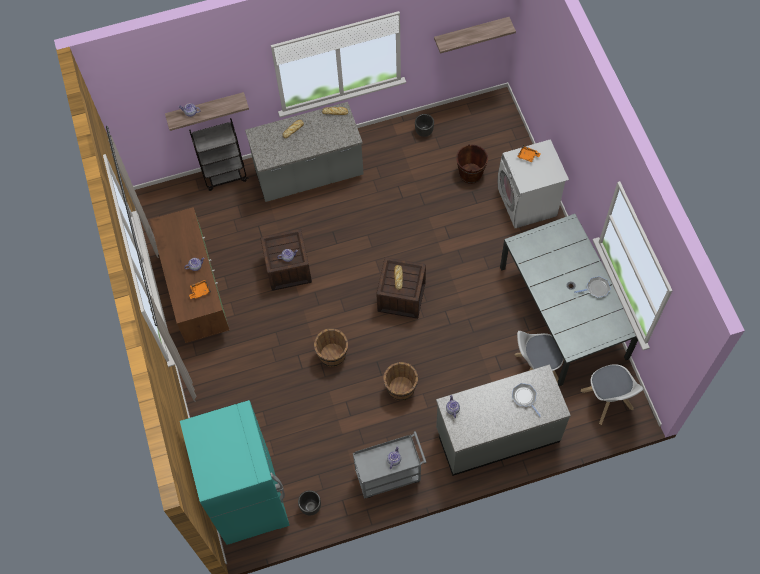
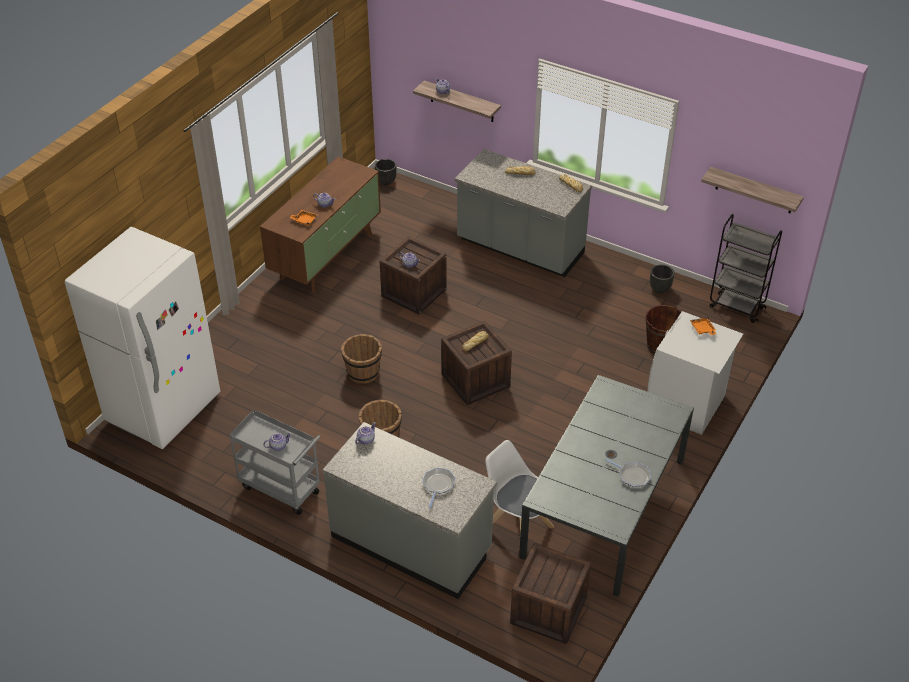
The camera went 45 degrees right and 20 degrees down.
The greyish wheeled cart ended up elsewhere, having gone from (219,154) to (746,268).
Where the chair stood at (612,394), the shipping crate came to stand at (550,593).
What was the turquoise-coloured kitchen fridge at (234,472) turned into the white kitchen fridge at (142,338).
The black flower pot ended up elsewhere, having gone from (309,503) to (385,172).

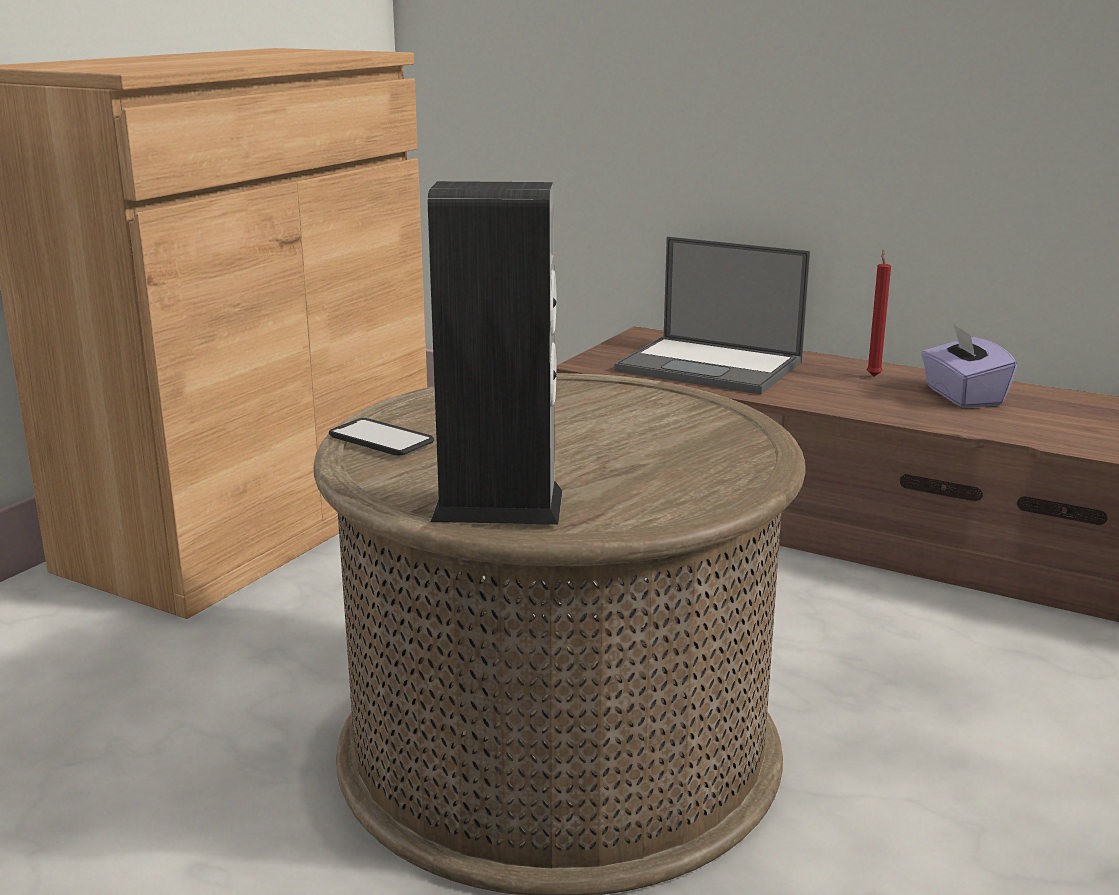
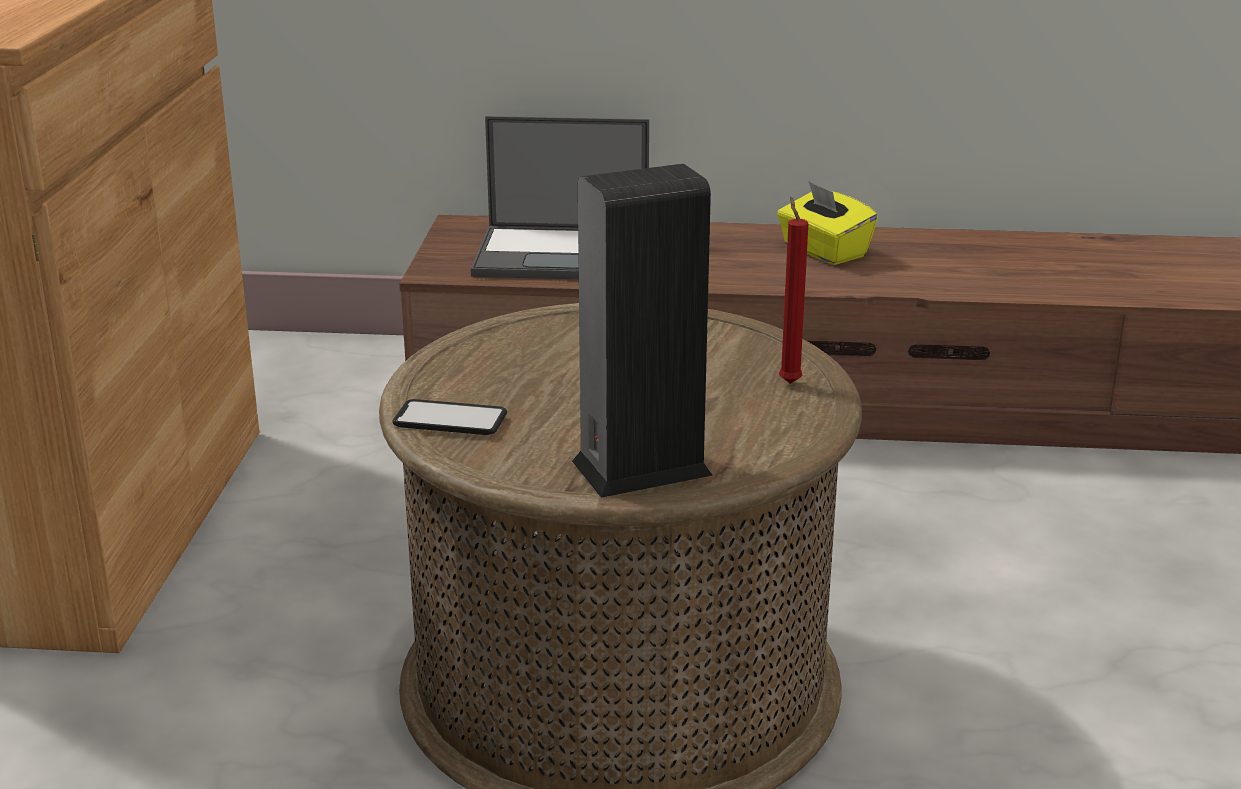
The camera went 25 degrees left and 5 degrees up.
The reddish wax candle ended up elsewhere, having gone from (878,313) to (793,290).
What was the purple tissue box at (969,366) turned into the yellow-coloured tissue box at (827,223).

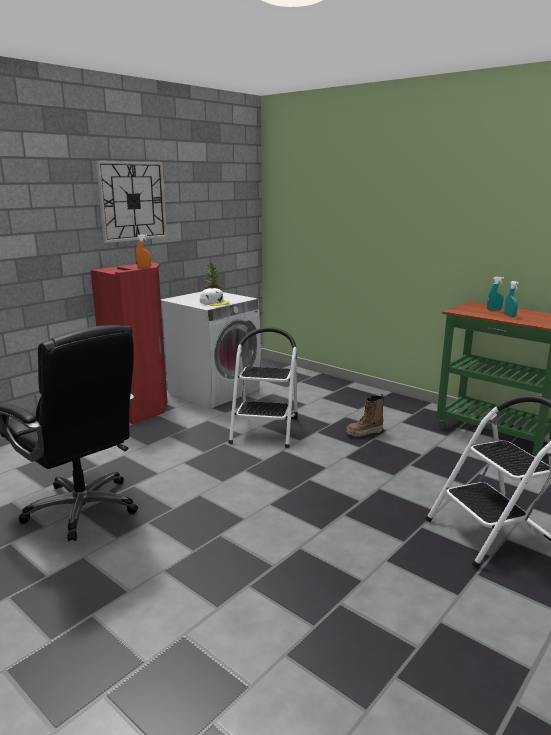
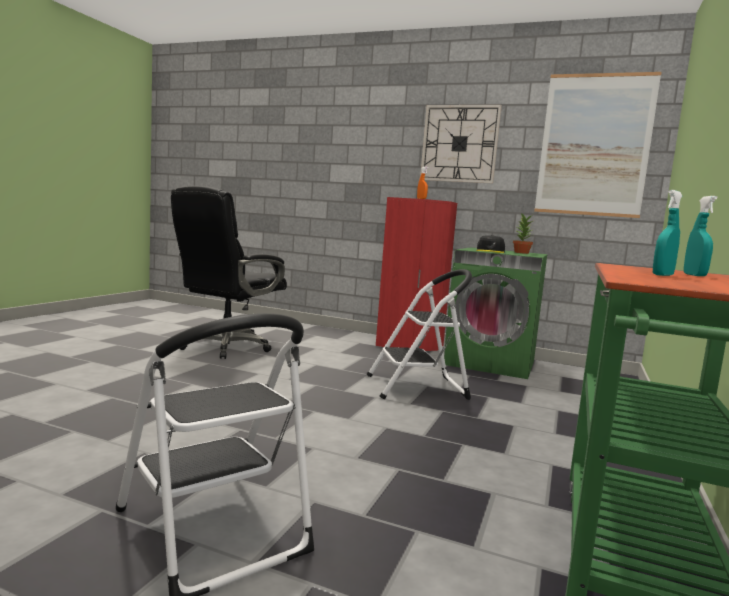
The camera went 70 degrees right and 10 degrees down.
What was the white peaked cap at (215,297) turned into the black peaked cap at (490,244).
What was the white laundry machine at (211,350) turned into the greenish laundry machine at (496,313).
The second view lost the tall boot at (365,415).
The second view gained the wall art at (597,145).

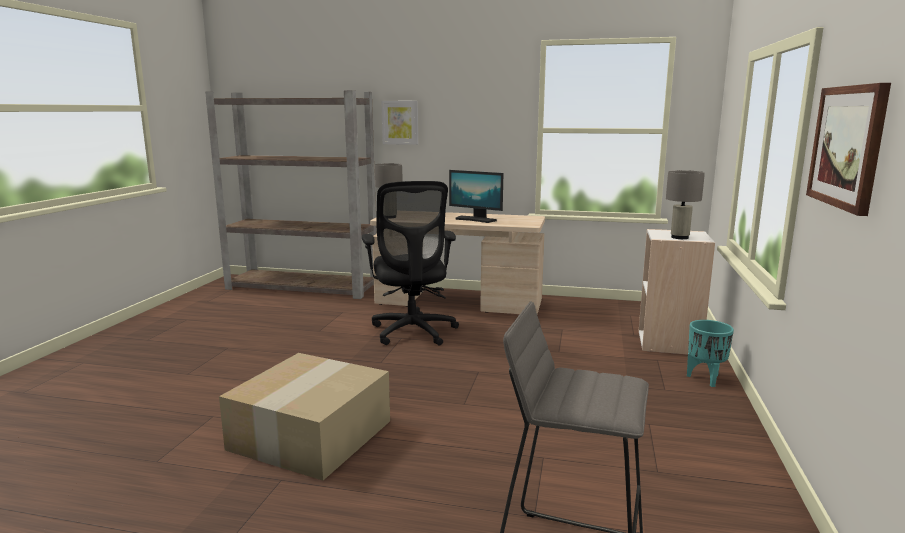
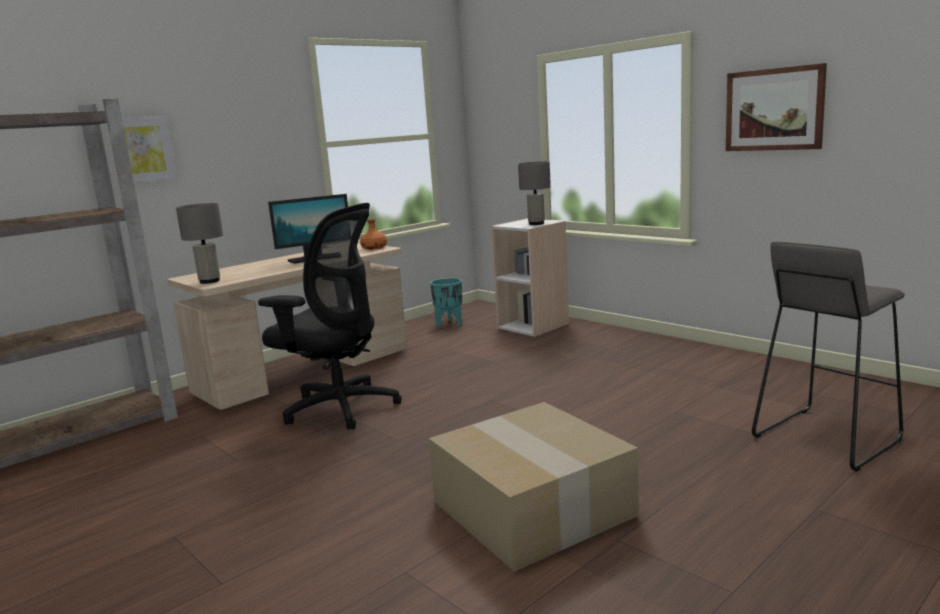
The camera went 55 degrees left and 0 degrees up.
The turquoise-coloured flower pot ended up elsewhere, having gone from (710,353) to (446,302).
The second view gained the orange-coloured bottle at (373,234).

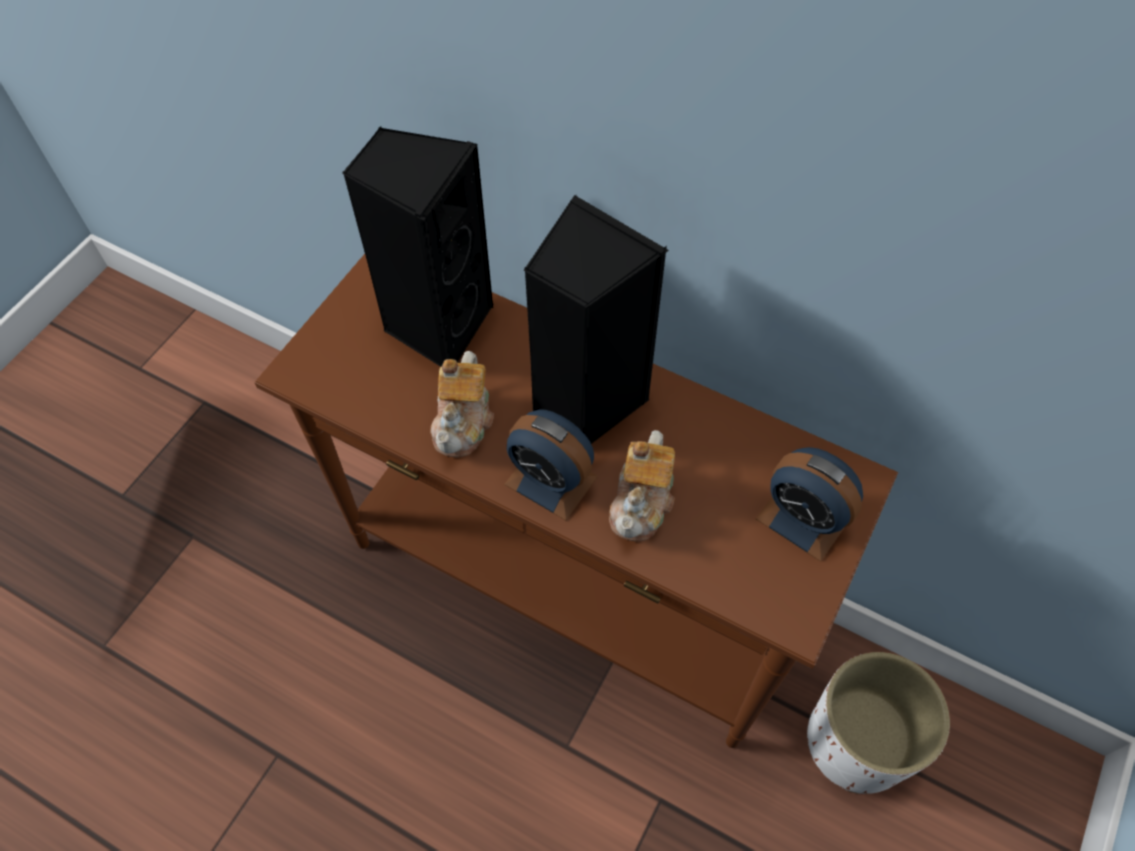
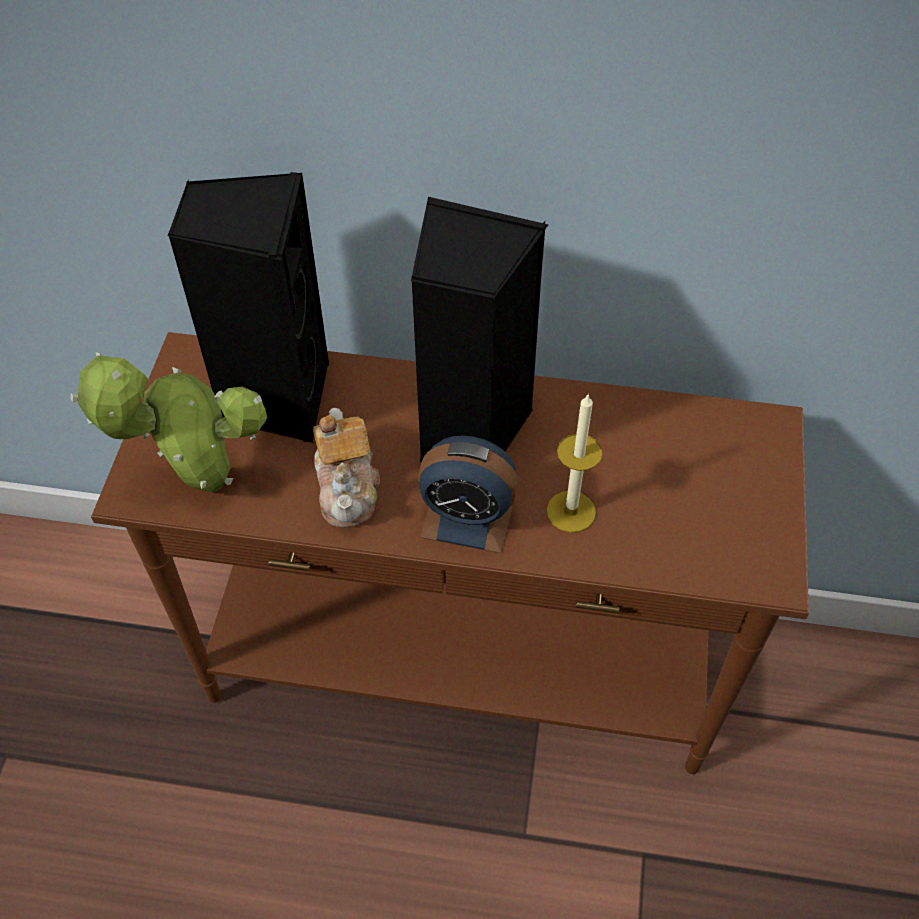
The camera went 20 degrees left and 5 degrees down.
Where the pot for tea stood at (642,485), the wax candle came to stand at (574,463).
The second view lost the bedside clock at (809,504).
The second view lost the white flower pot at (878,723).
The second view gained the houseplant at (169,422).

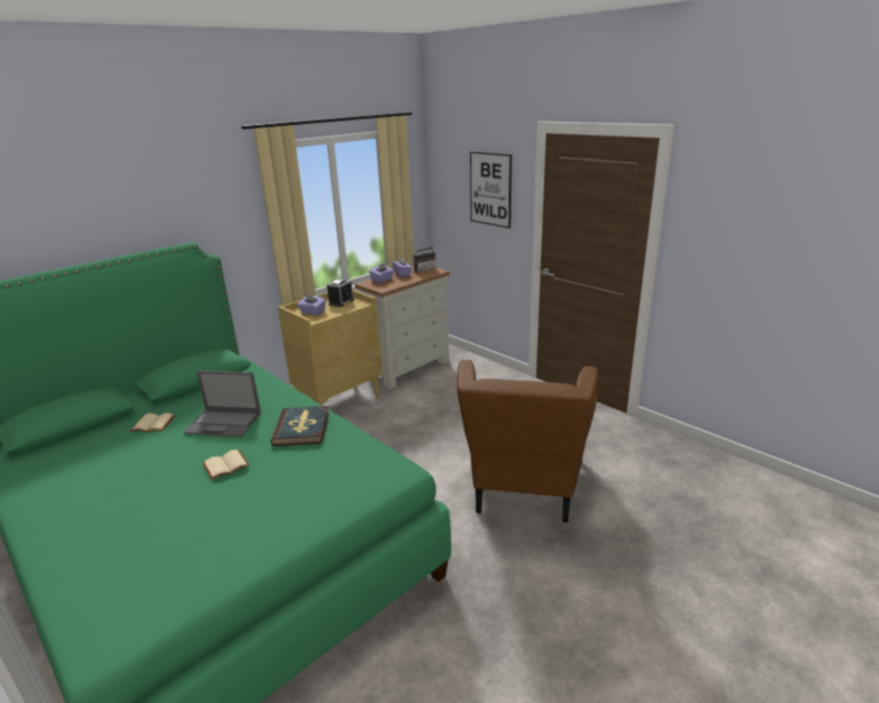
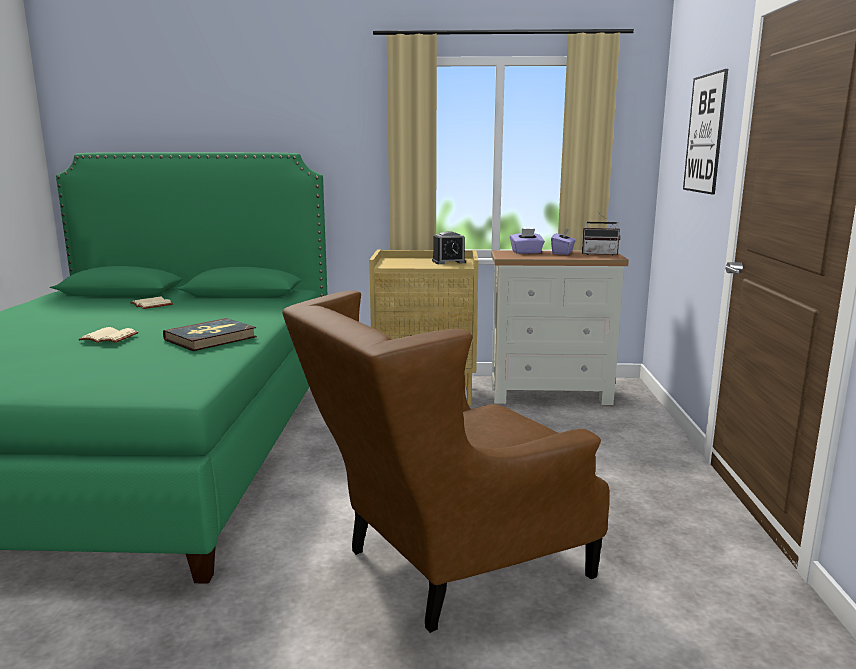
The camera went 45 degrees right and 10 degrees down.
The second view lost the purple tissue box at (311,304).
The second view lost the laptop at (222,404).

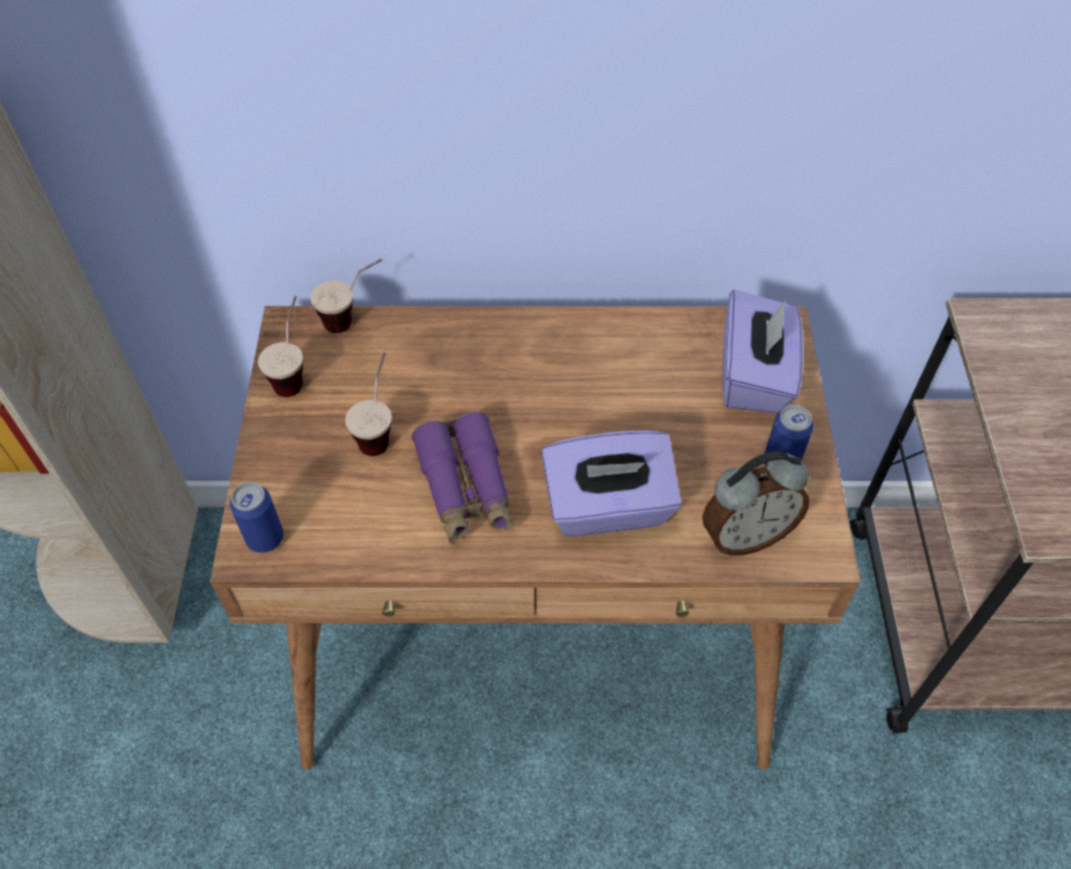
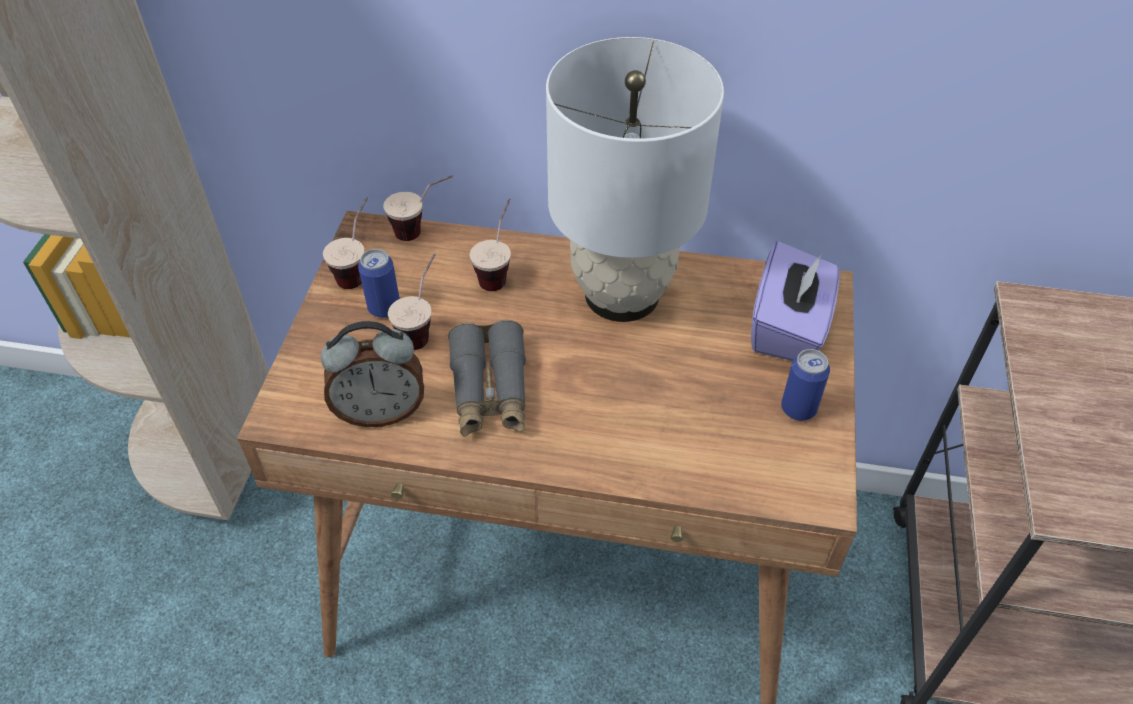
The camera went 10 degrees right and 5 degrees down.
What was the purple field glasses at (463,477) turned into the greyish field glasses at (487,378).
The second view lost the purple tissue box at (611,483).
The bedside clock ended up elsewhere, having gone from (755,503) to (372,374).
The sealed can ended up elsewhere, having gone from (257,517) to (379,283).
The second view gained the white table lamp at (635,179).
The second view gained the small cup at (490,244).

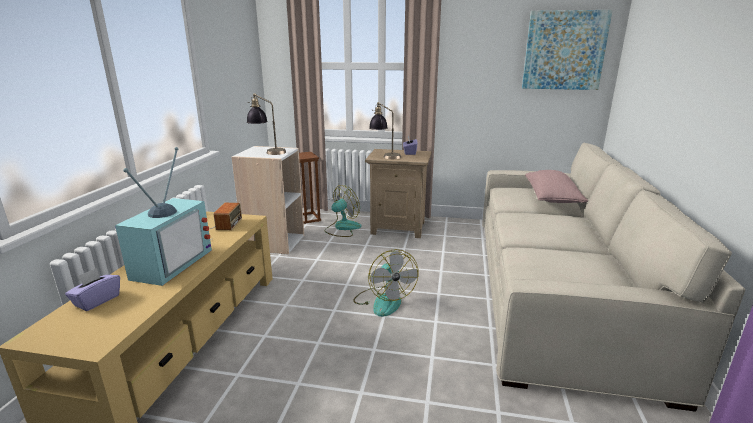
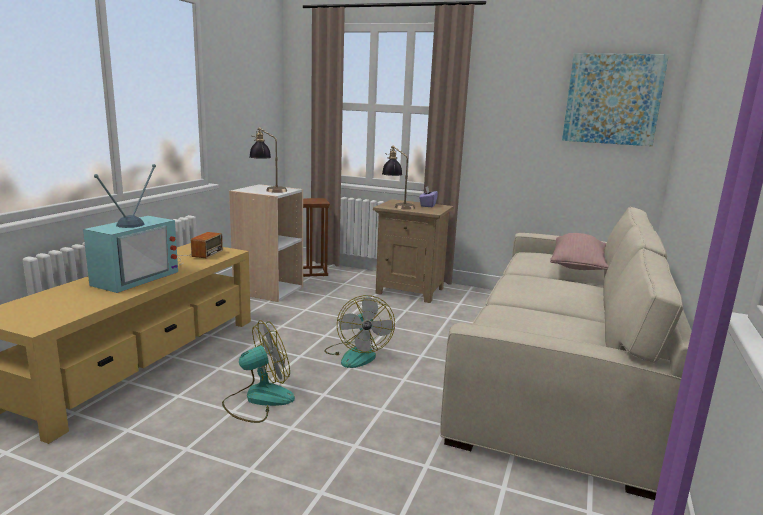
The camera went 10 degrees right and 5 degrees down.
The fan ended up elsewhere, having gone from (343,211) to (258,371).
The second view lost the purple tissue box at (92,289).

